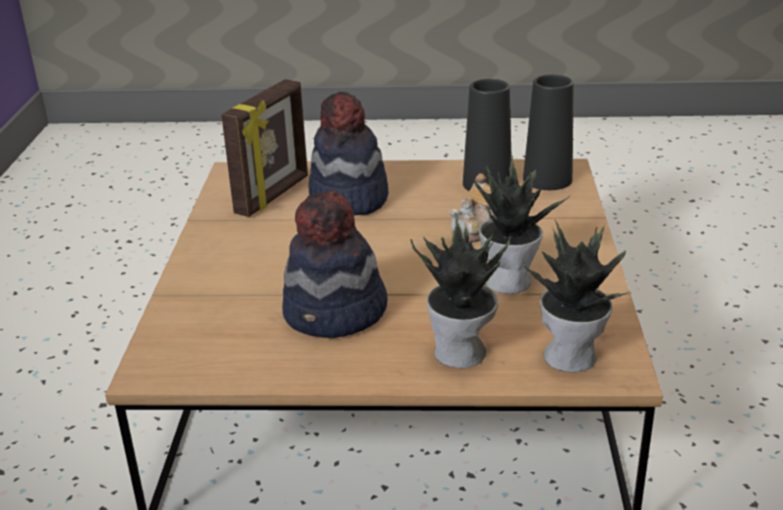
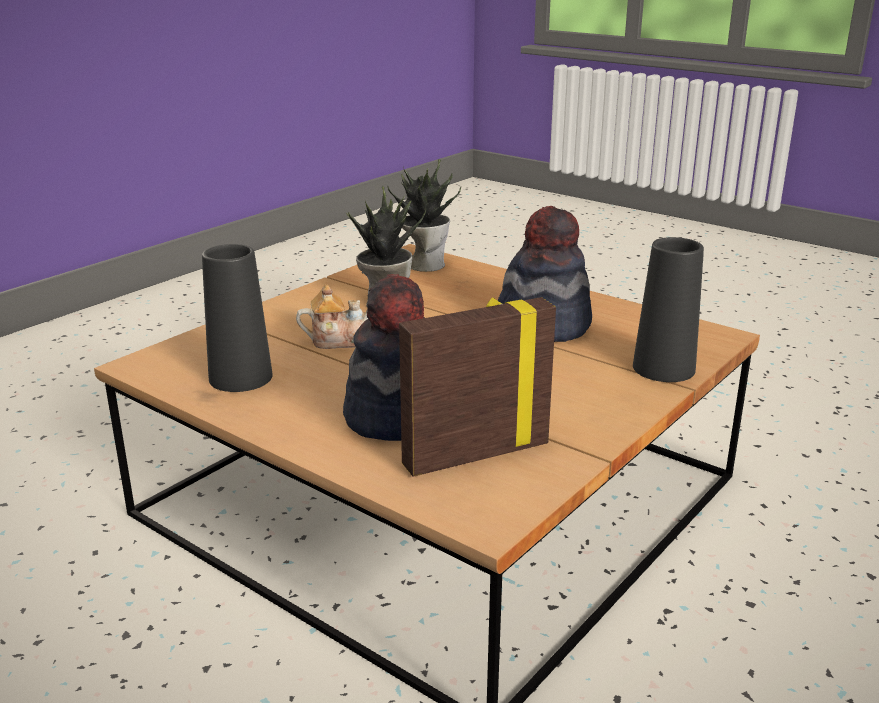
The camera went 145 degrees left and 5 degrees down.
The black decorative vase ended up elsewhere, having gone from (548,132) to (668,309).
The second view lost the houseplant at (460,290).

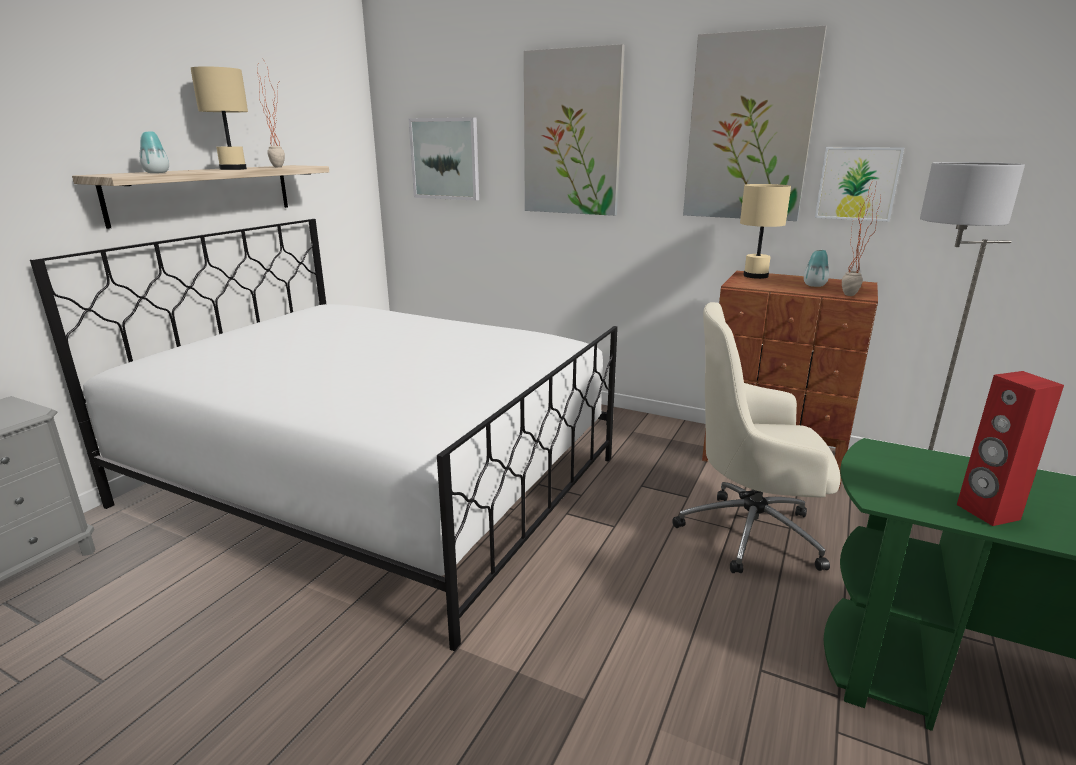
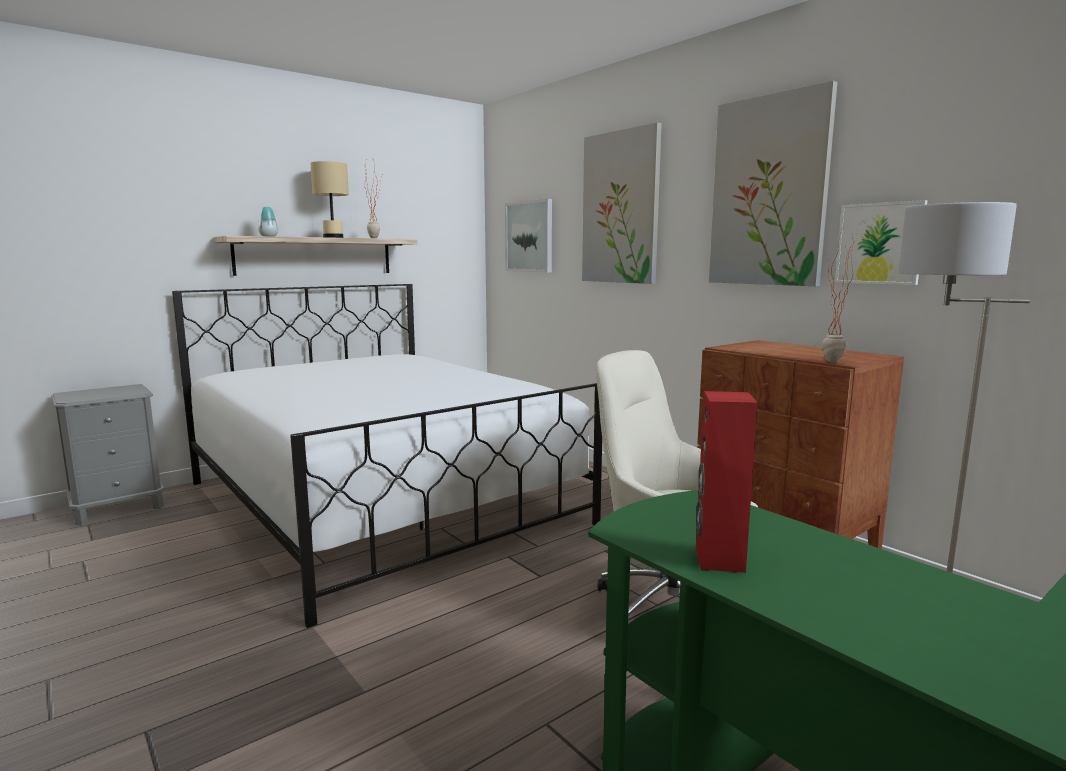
The camera went 25 degrees right and 10 degrees down.
The second view lost the sand-coloured table lamp at (765,231).
The second view lost the decorative vase at (816,268).

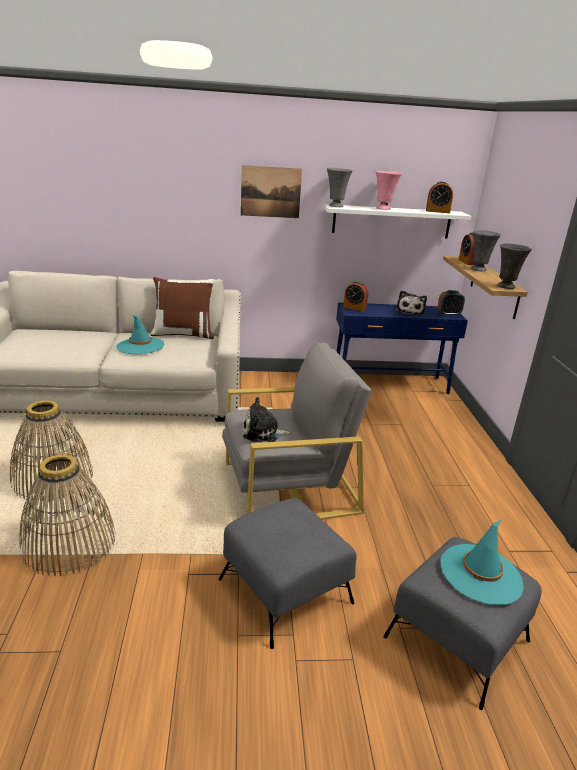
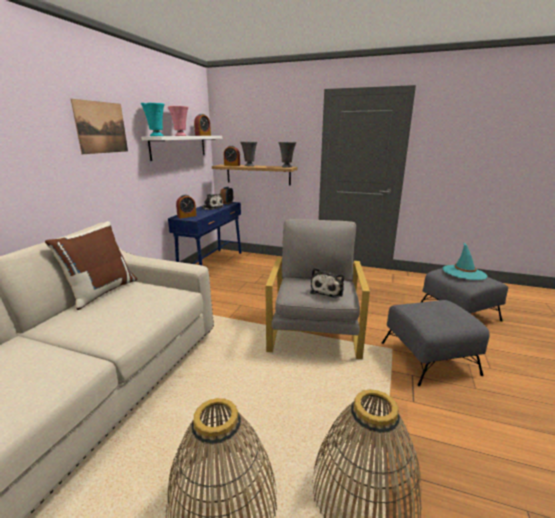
The camera went 65 degrees left and 5 degrees down.
What was the greyish decorative vase at (340,187) turned into the turquoise-coloured decorative vase at (153,119).
The second view lost the turquoise-coloured hat at (140,334).

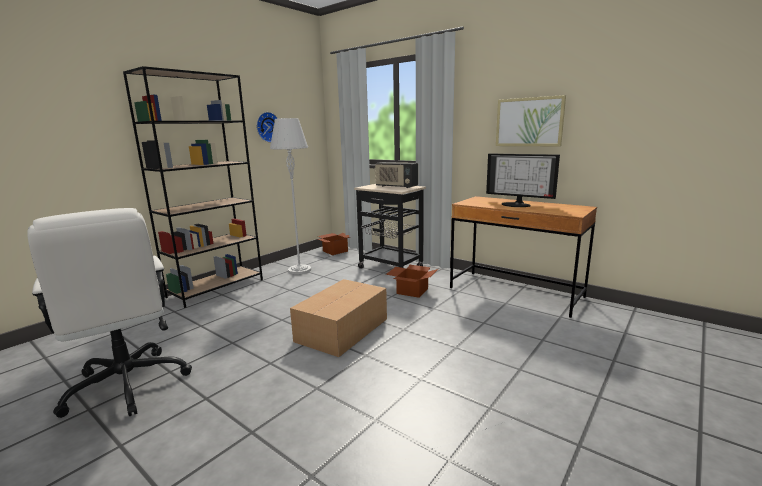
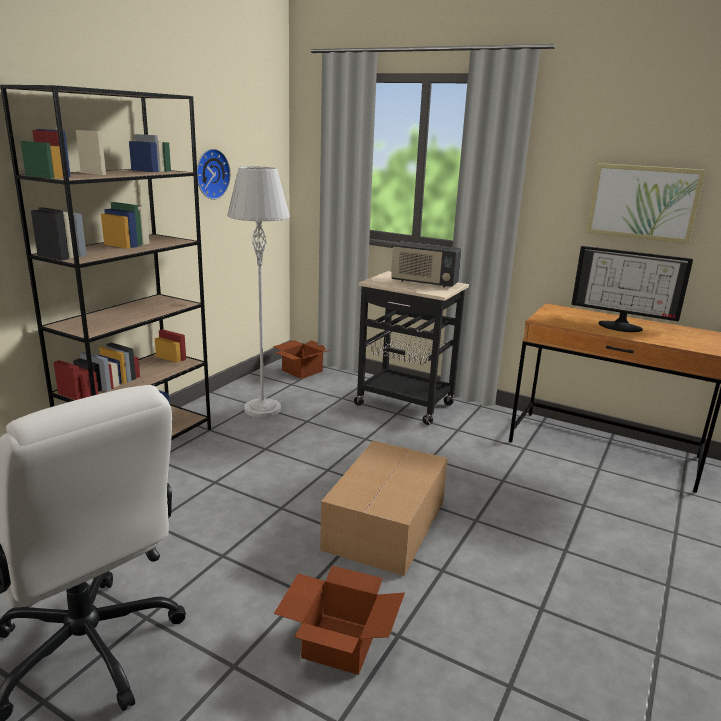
The camera went 10 degrees left and 5 degrees up.
The packing box ended up elsewhere, having gone from (412,281) to (339,620).

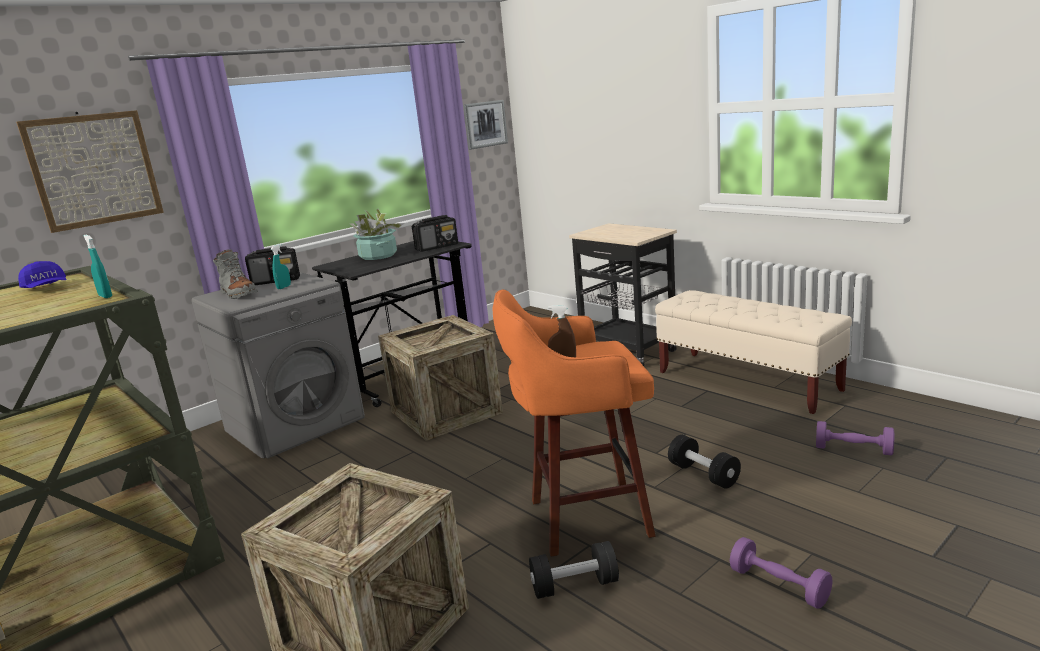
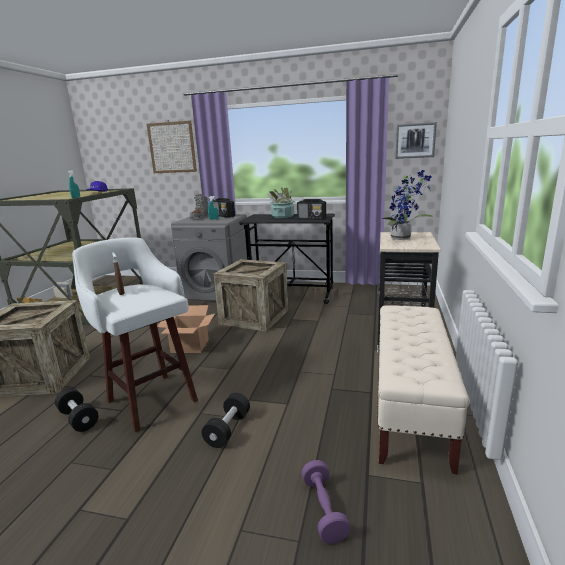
The camera went 55 degrees right and 0 degrees up.
What was the orange-coloured sitting stool at (574,423) turned into the white sitting stool at (135,334).
The second view lost the purple free weight at (781,572).
The second view gained the houseplant at (407,205).
The second view gained the packing box at (186,329).

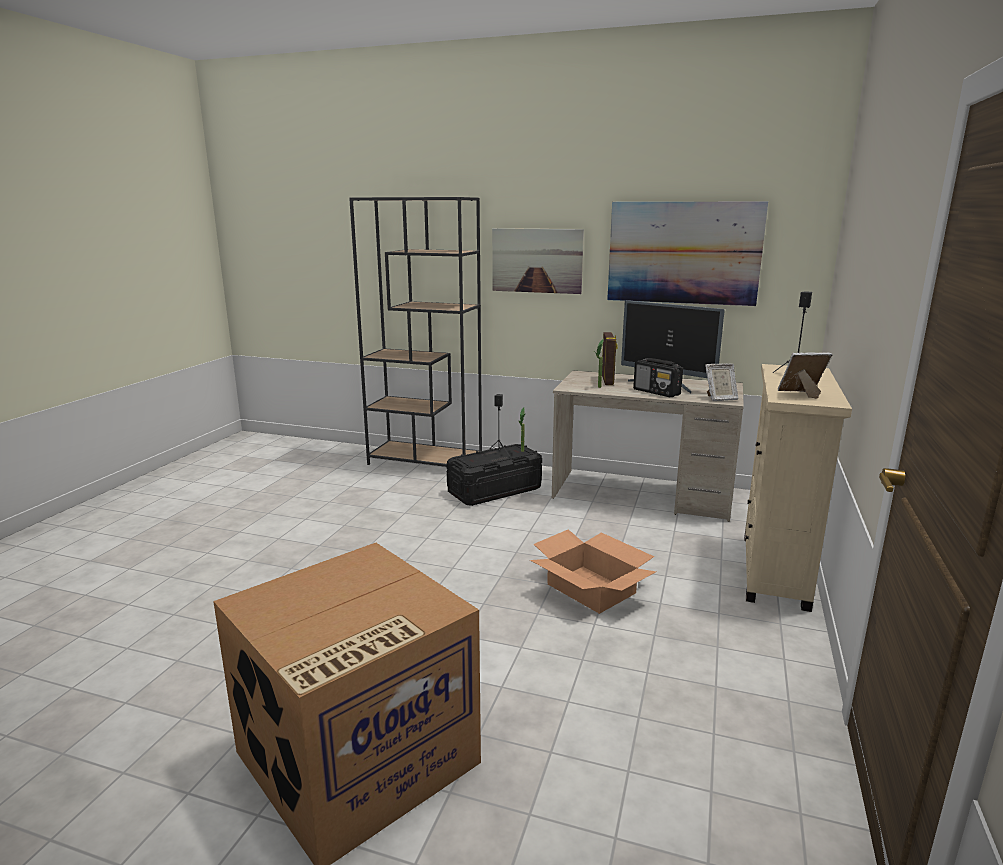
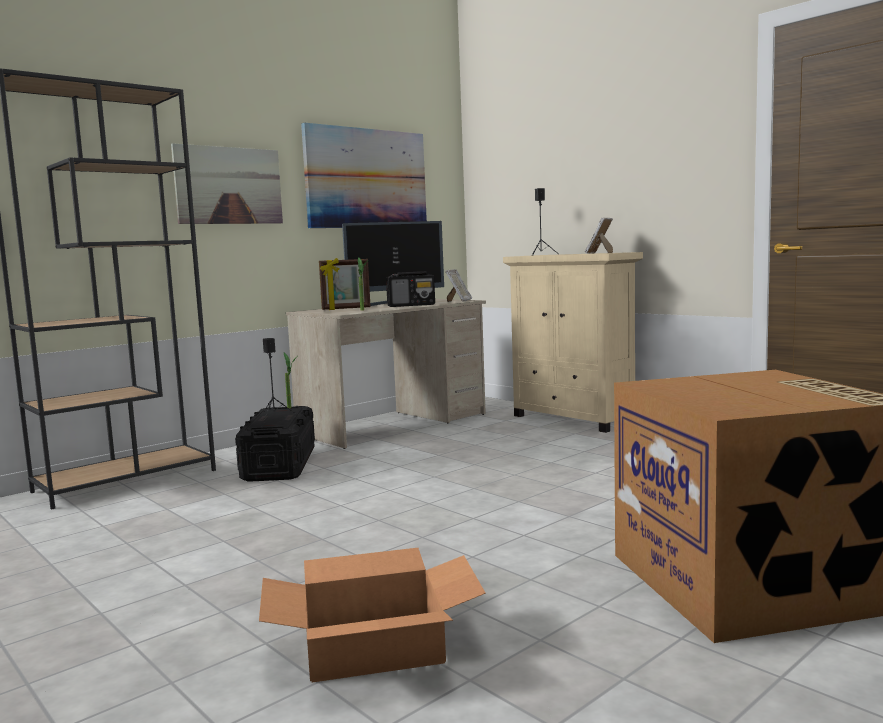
The camera went 60 degrees left and 10 degrees down.
The standing frame at (610,358) ended up facing another way, 135 degrees clockwise from before.
The packing box ended up elsewhere, having gone from (593,571) to (372,615).

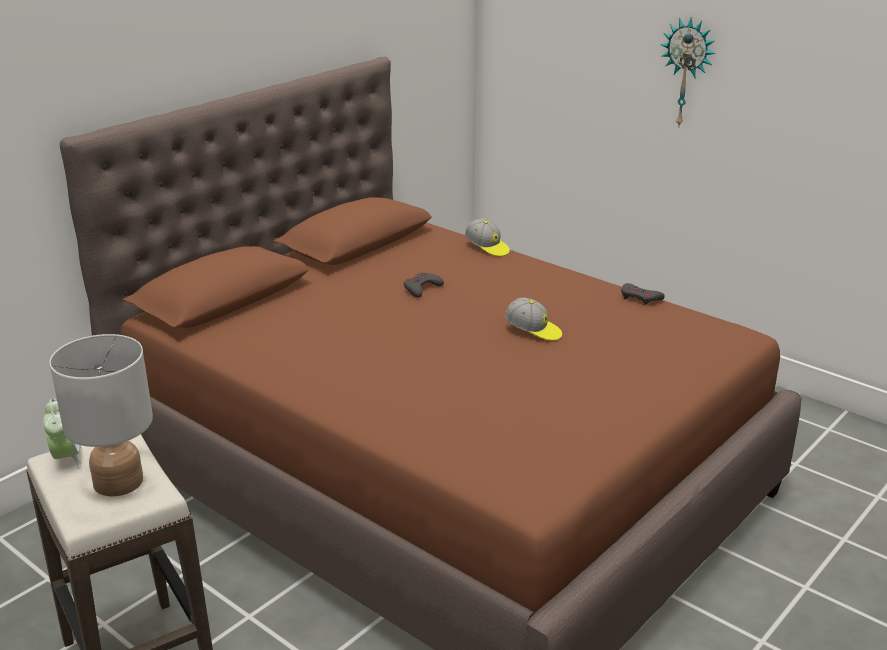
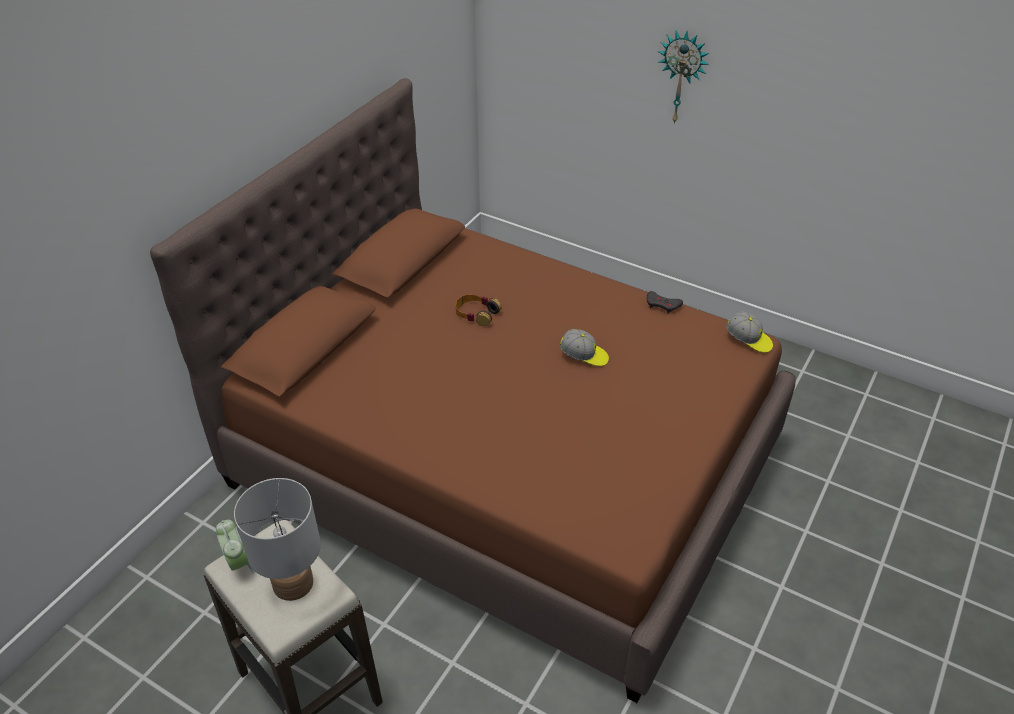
The camera went 10 degrees left and 15 degrees up.
The peaked cap ended up elsewhere, having gone from (487,237) to (749,332).
Where the greyish gamepad stood at (424,285), the headphones came to stand at (478,310).

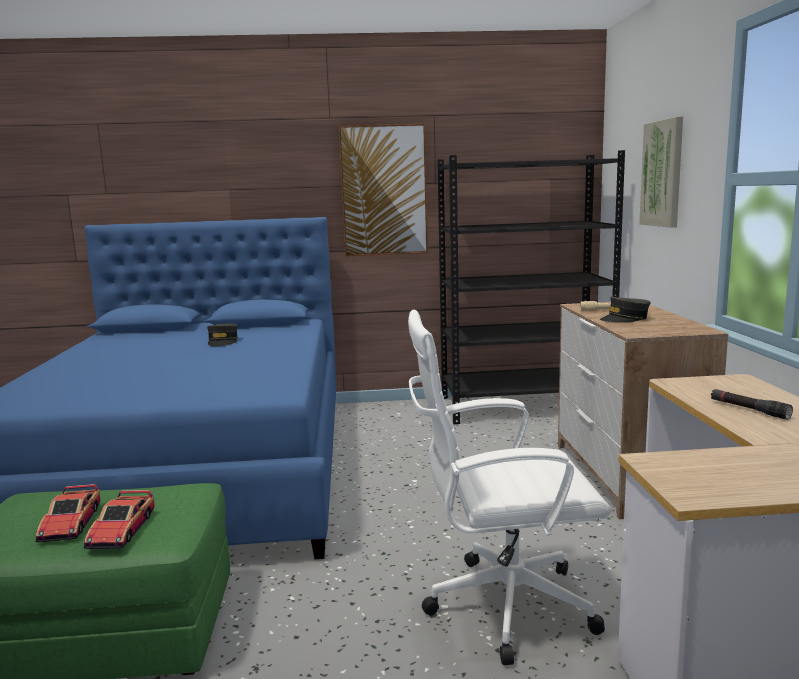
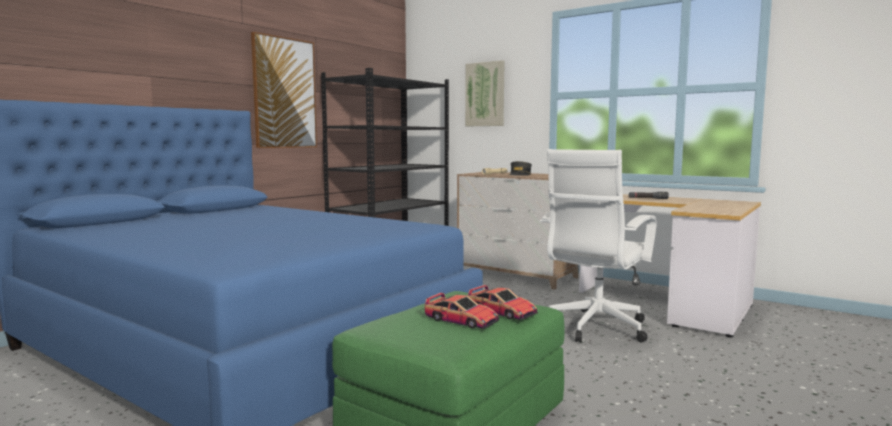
The camera went 50 degrees left and 5 degrees down.
The second view lost the greyish peaked cap at (222,334).

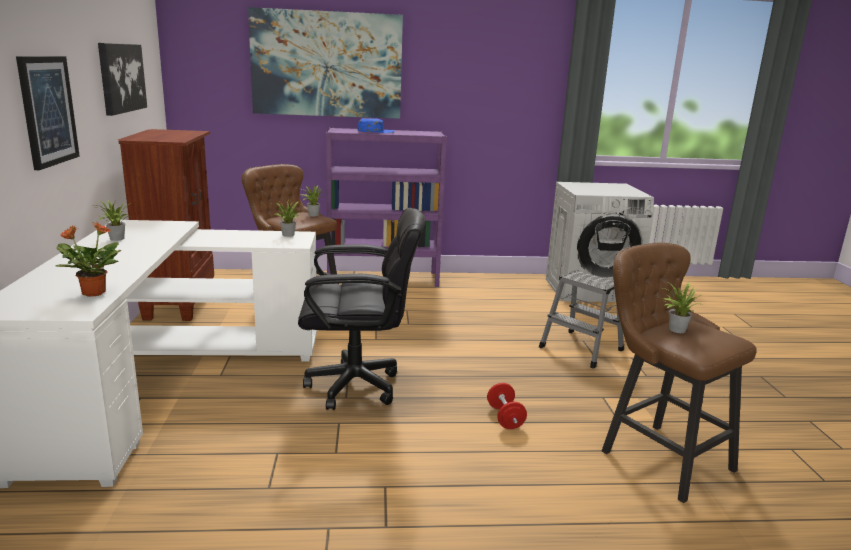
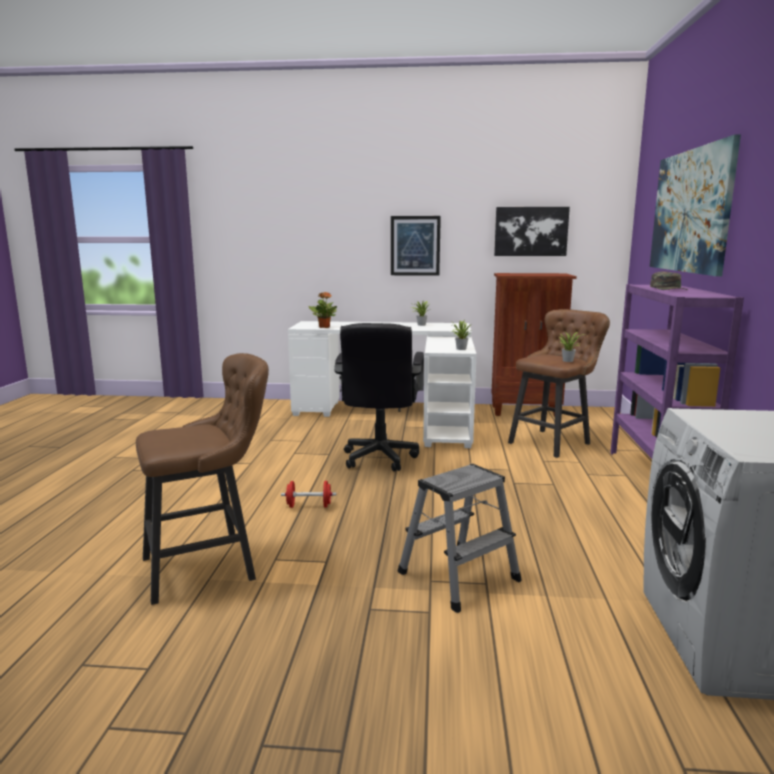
The camera went 100 degrees right and 5 degrees down.
What was the blue-coloured peaked cap at (376,125) turned into the greenish peaked cap at (668,280).
The second view lost the houseplant at (683,307).

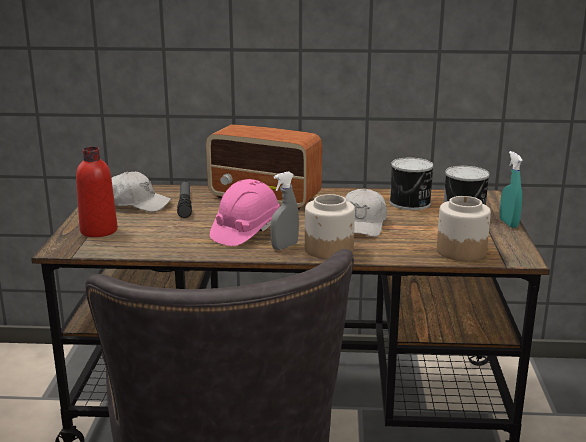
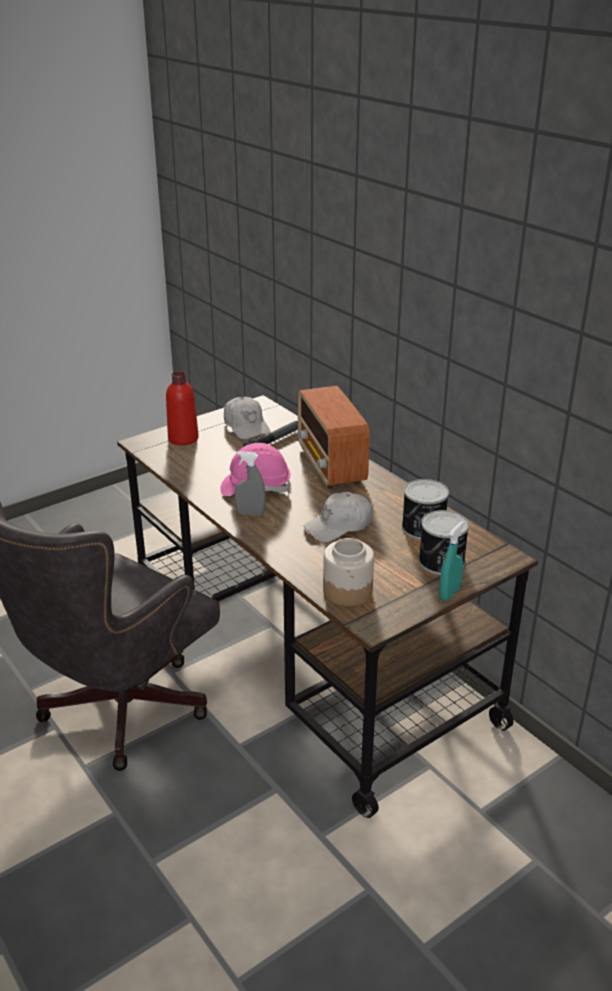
The camera went 50 degrees right and 10 degrees up.
The second view lost the preserve jar at (330,226).

